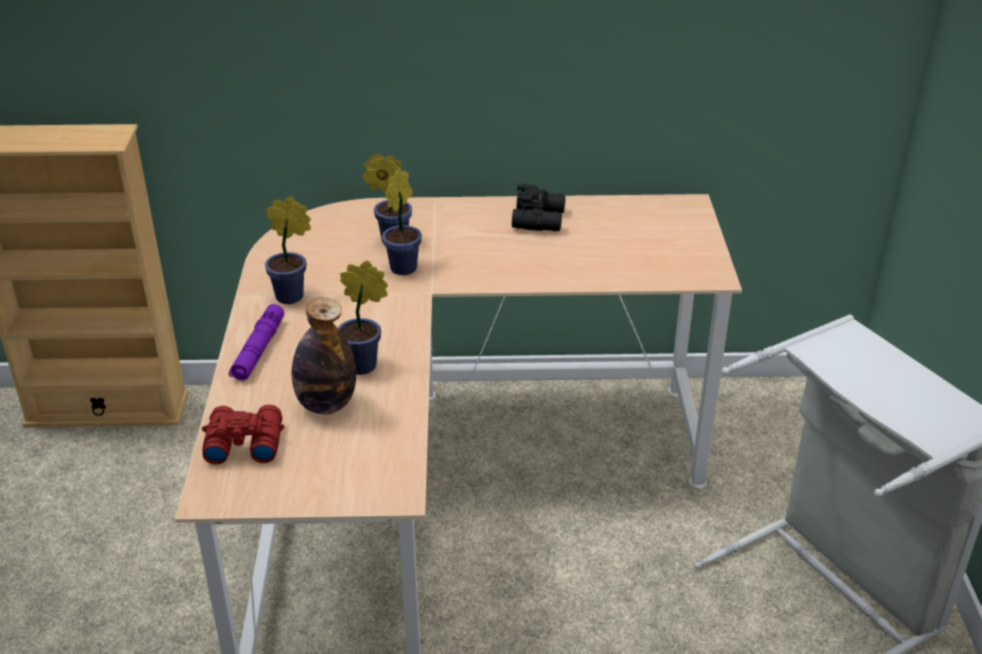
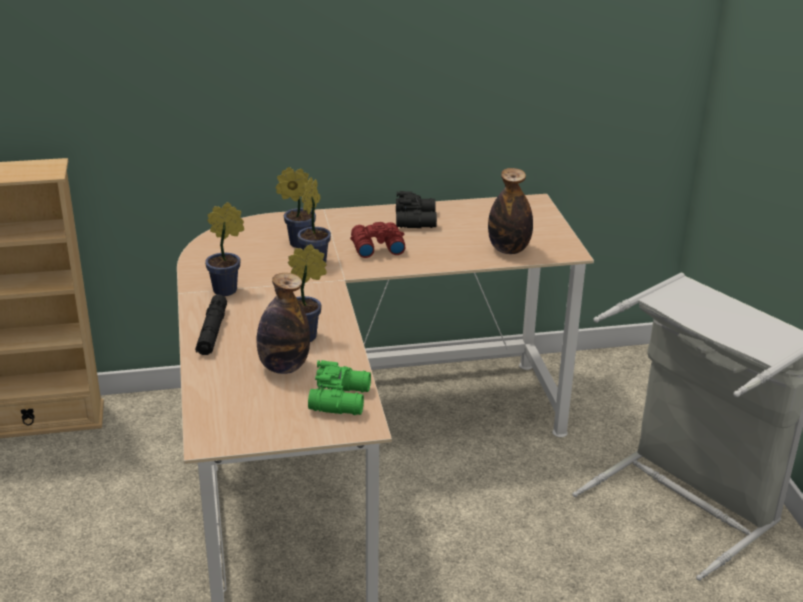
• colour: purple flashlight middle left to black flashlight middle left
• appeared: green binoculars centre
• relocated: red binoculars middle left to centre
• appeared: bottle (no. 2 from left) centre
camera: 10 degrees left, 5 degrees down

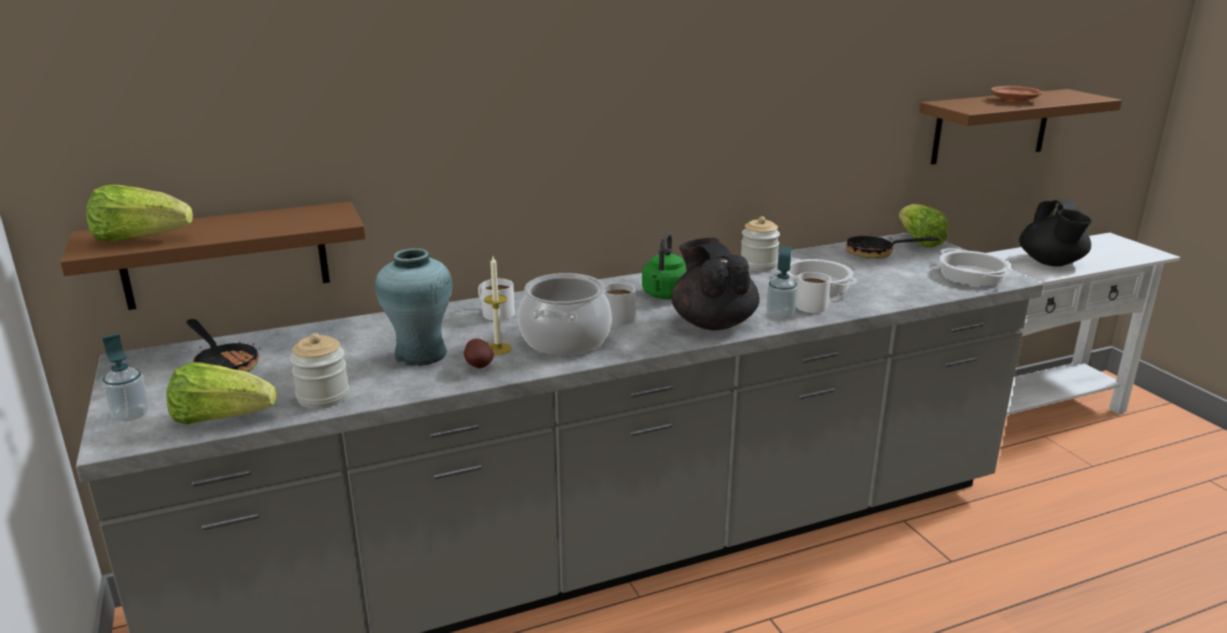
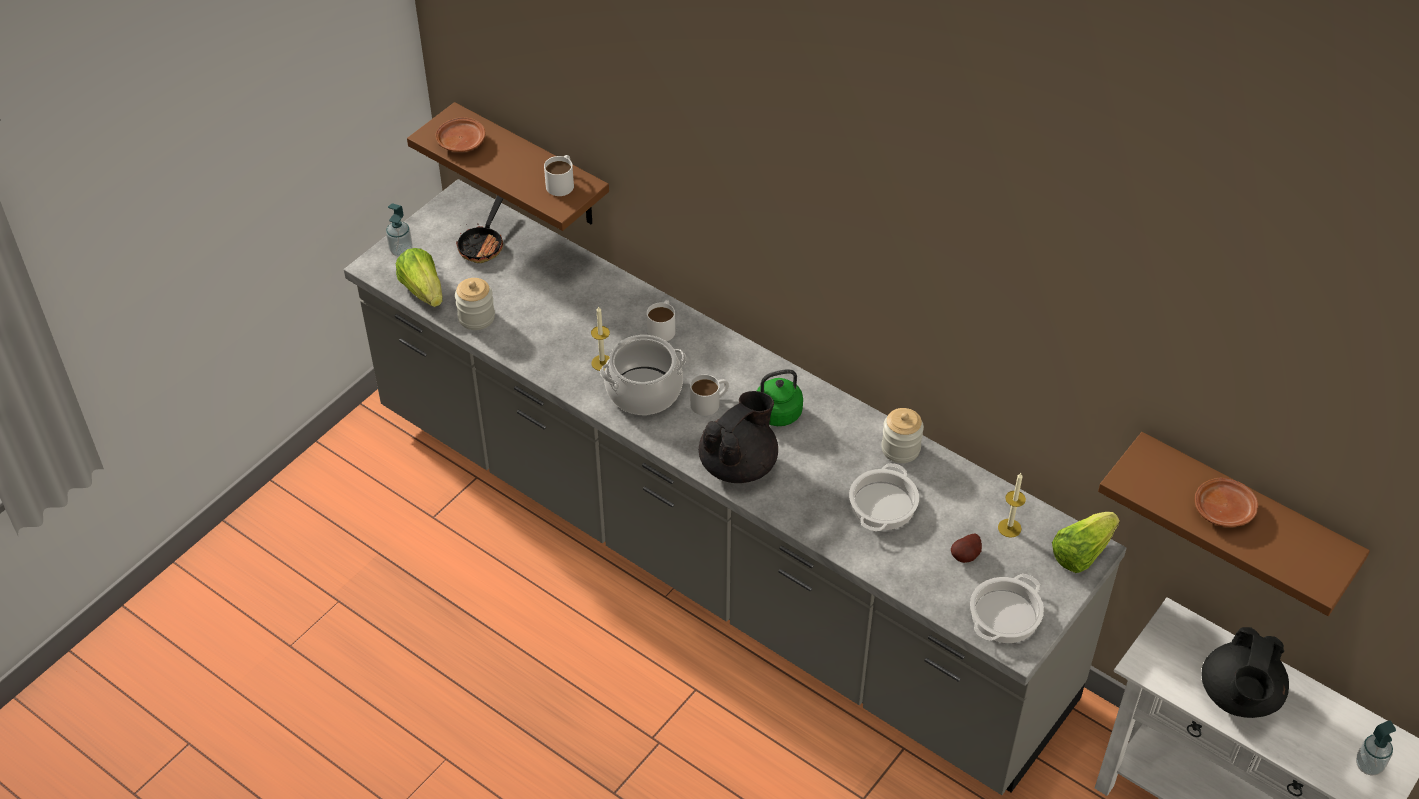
• exchanged: lettuce (no. 1 from left) middle left to brown plate (no. 1 from left) top left
• relocated: white mug (no. 3 from left in the first image) centre to white mug (no. 1 from left) top centre
• relocated: potato centre to bottom right
• exchanged: frying pan (no. 2 from left) middle right to candle (no. 2 from left) middle right
• spun: black teapot (no. 2 from left) middle right = bottom right 45 degrees counterclockwise
• relocated: soap dispenser (no. 2 from left) centre to bottom right
• missing: turquoise vase centre
camera: 60 degrees right, 25 degrees up

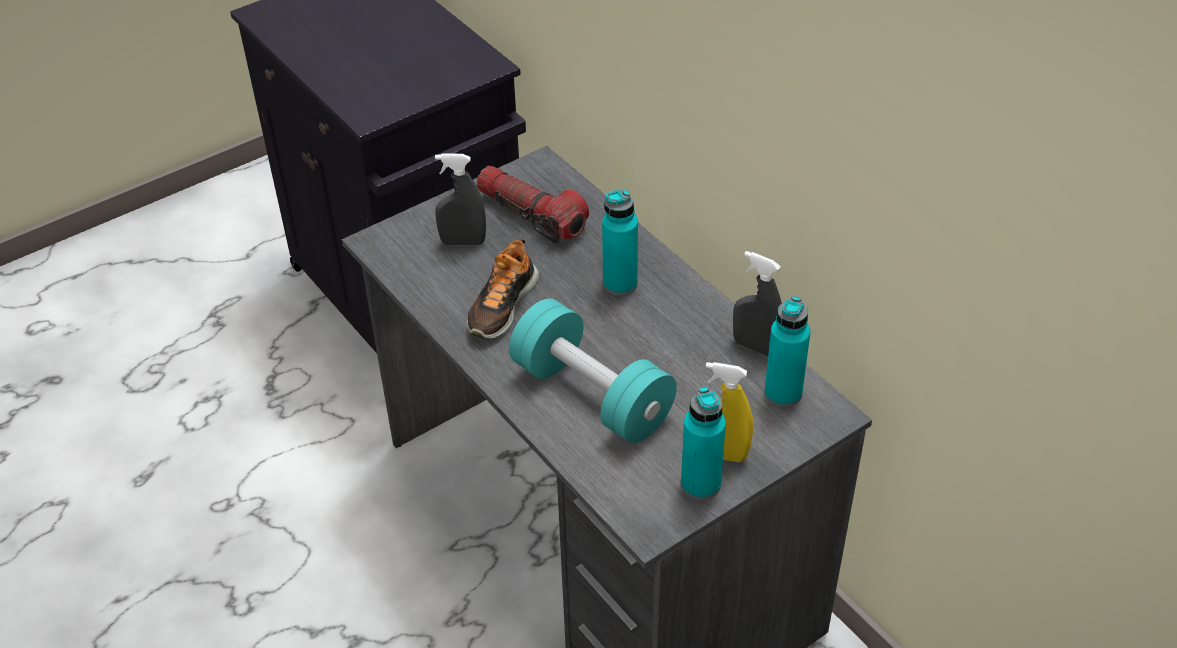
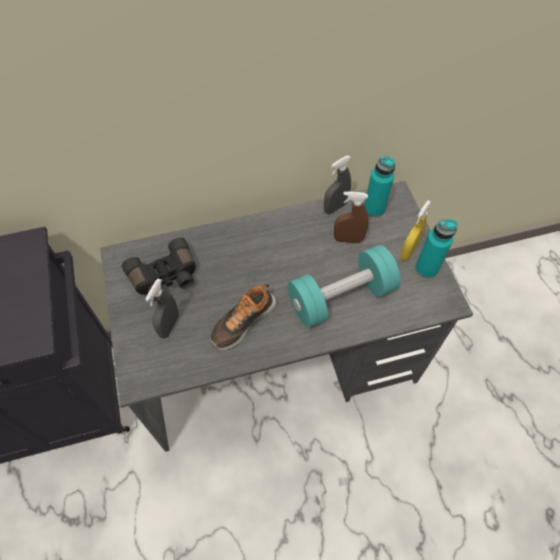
• exchanged: flashlight top centre to black binoculars middle left
• spun: shoe centre = centre 90 degrees clockwise
• appeared: brown spray bottle centre
• missing: turquoise bottle (no. 1 from left) centre
camera: 70 degrees left, 15 degrees up

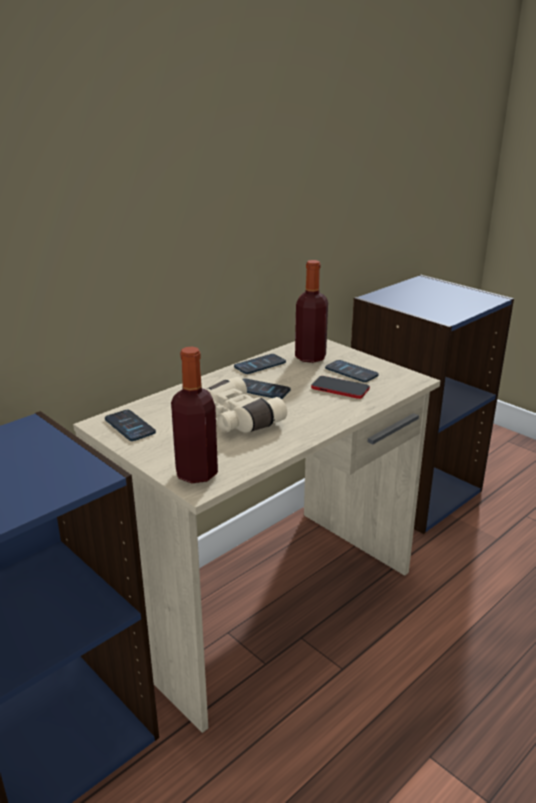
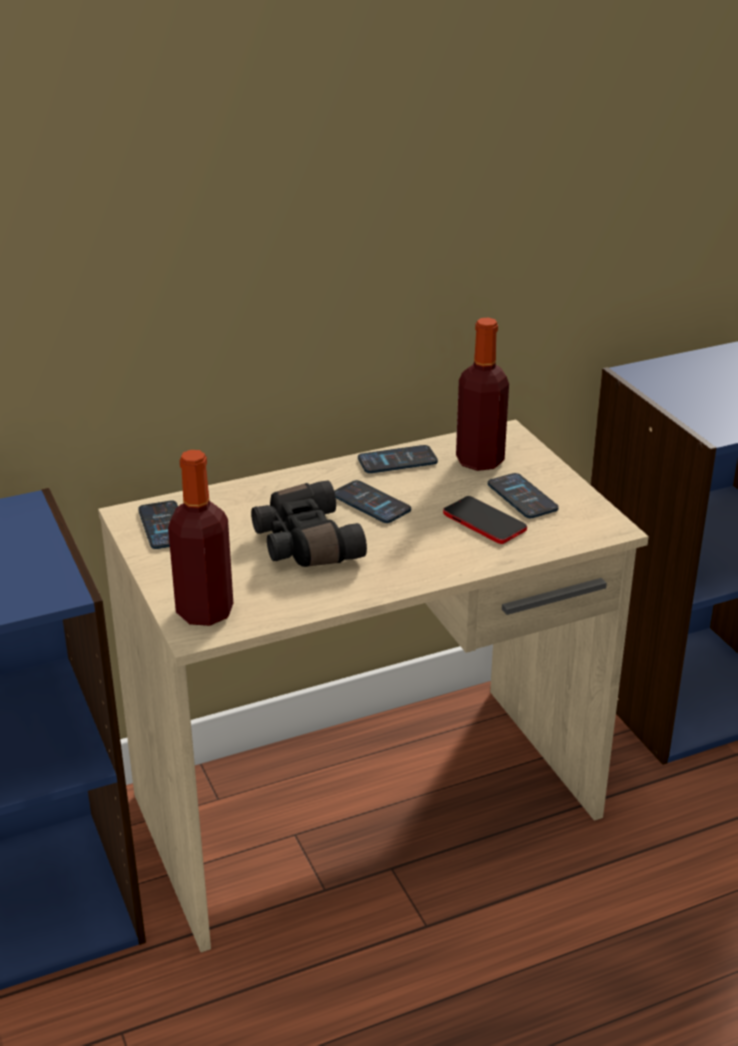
• colour: beige binoculars centre to black binoculars centre
camera: 20 degrees right, 5 degrees up

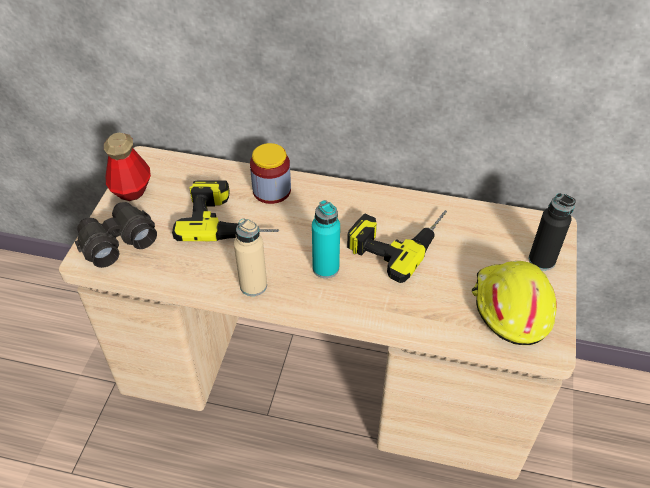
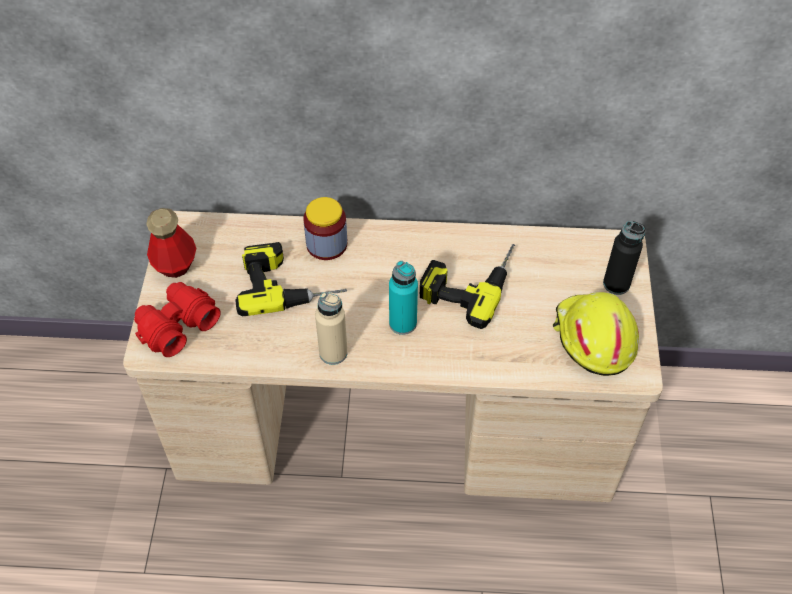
• colour: black binoculars middle left to red binoculars middle left
camera: 10 degrees left, 5 degrees up

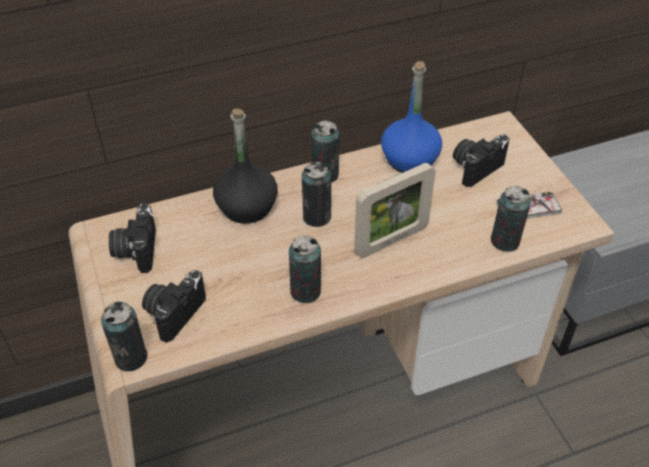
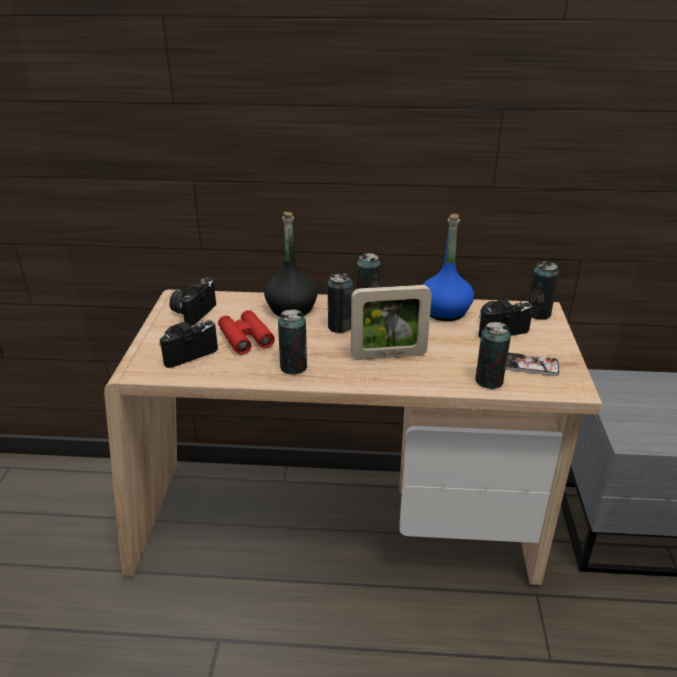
• appeared: red binoculars centre
• relocated: can (no. 1 from left in the first image) bottom left to can (no. 5 from left) middle right
camera: 25 degrees right, 15 degrees down

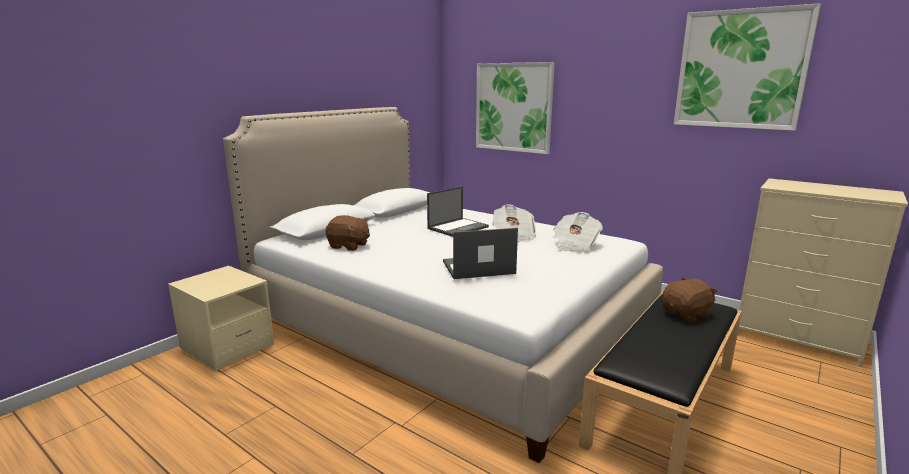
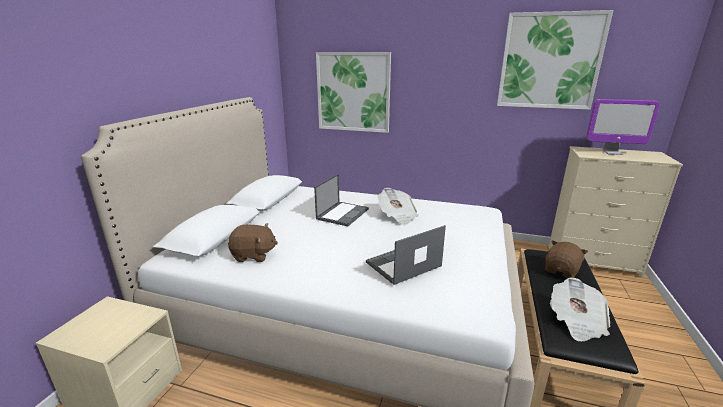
• relocated: newspaper (no. 2 from left) centre to bottom right
• appeared: monitor top right
camera: 20 degrees left, 5 degrees up

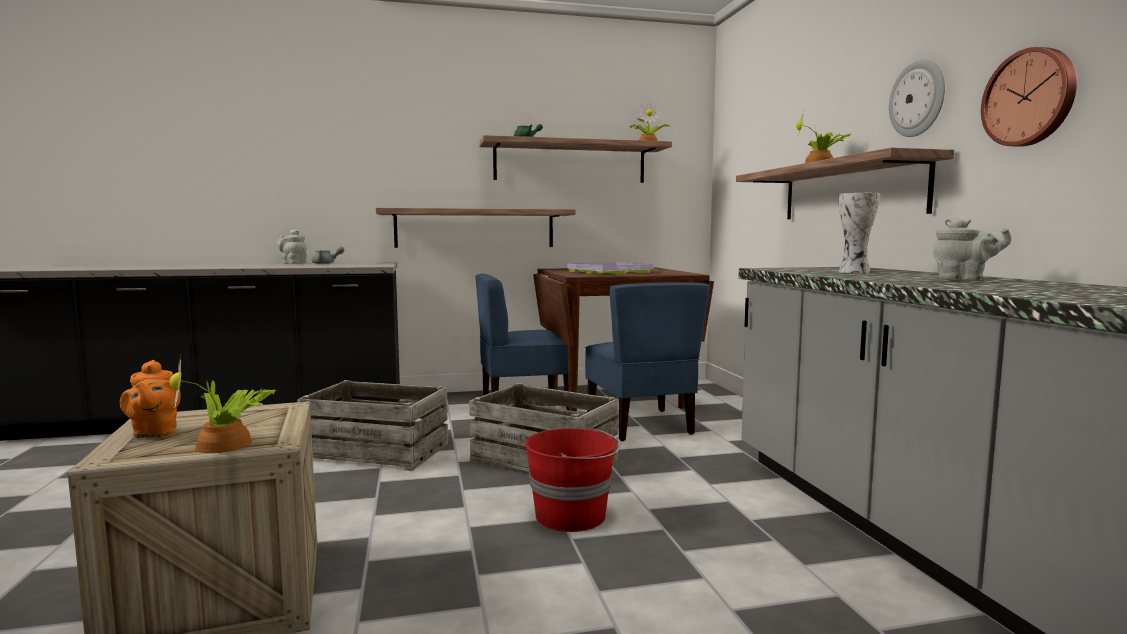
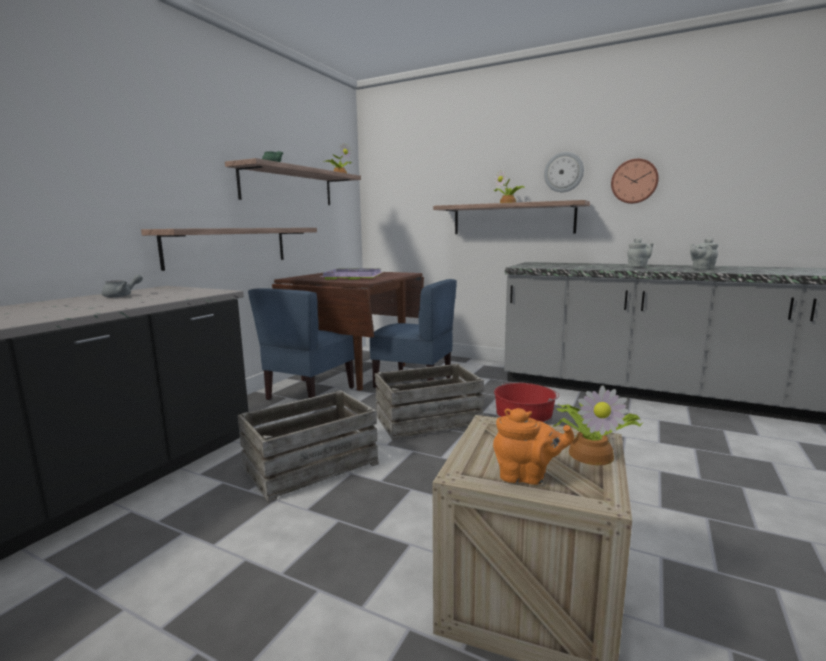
• relocated: grey teapot (no. 1 from left in the first image) middle left to grey teapot (no. 3 from left) middle right
• missing: vase middle right
camera: 50 degrees left, 5 degrees up

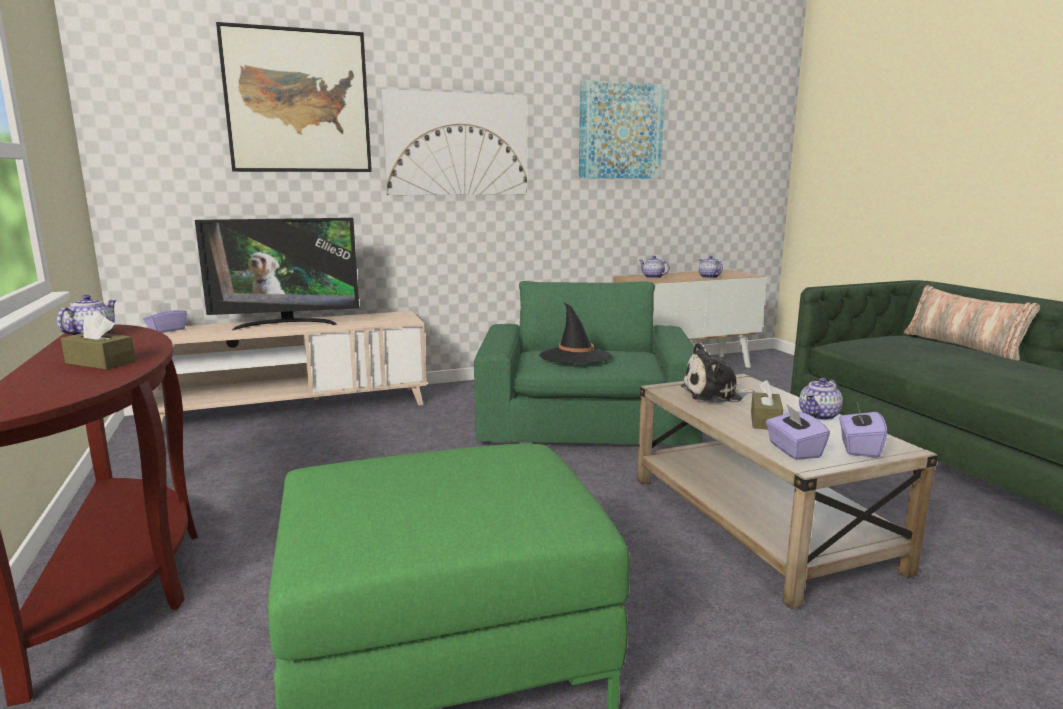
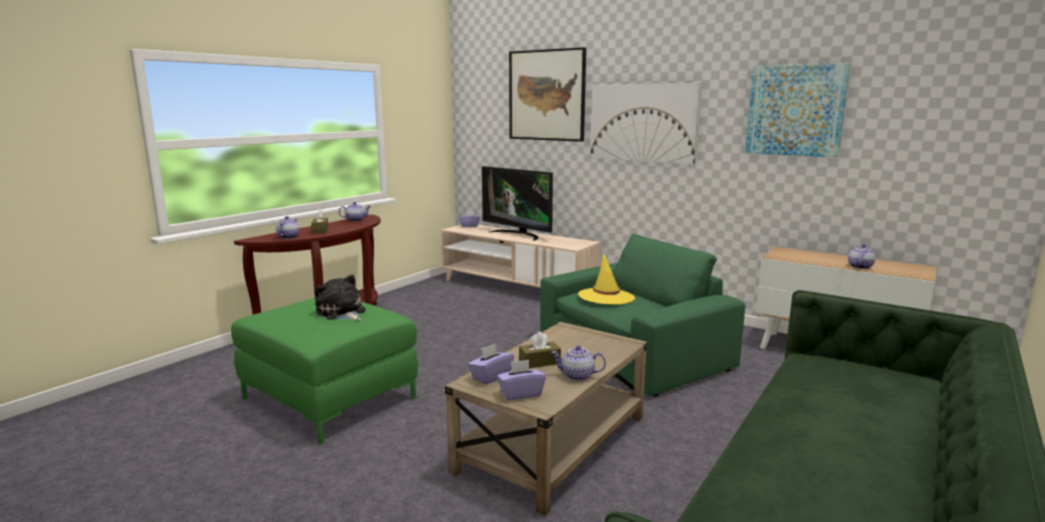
• relocated: teapot (no. 2 from left in the first image) centre to teapot (no. 1 from left) middle left
• relocated: plush toy middle right to middle left
• colour: black hat centre to yellow hat centre
• missing: pillow middle right
camera: 55 degrees right, 0 degrees up

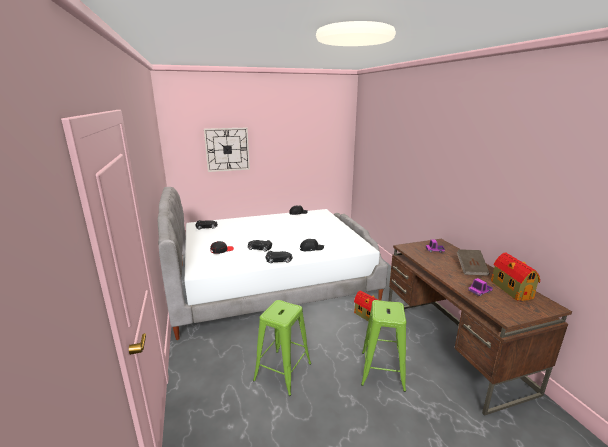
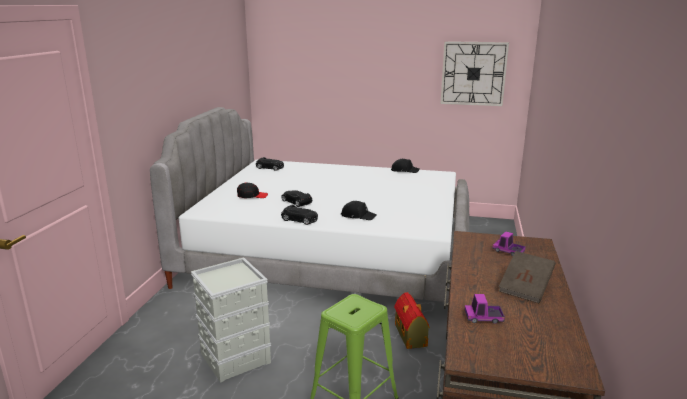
• exchanged: green stool (no. 1 from left) bottom centre to grey storage box bottom centre
• relocated: wall clock centre to top right
• missing: toy house (no. 2 from left) middle right
camera: 30 degrees right, 0 degrees up

